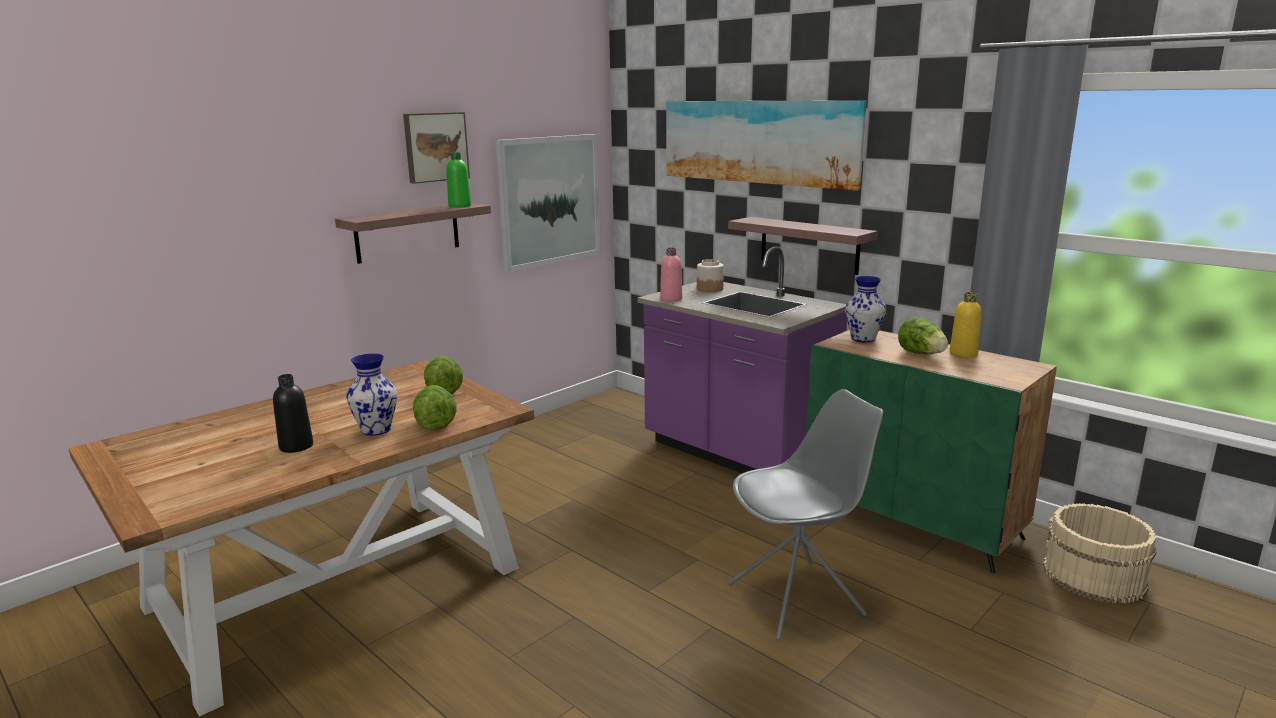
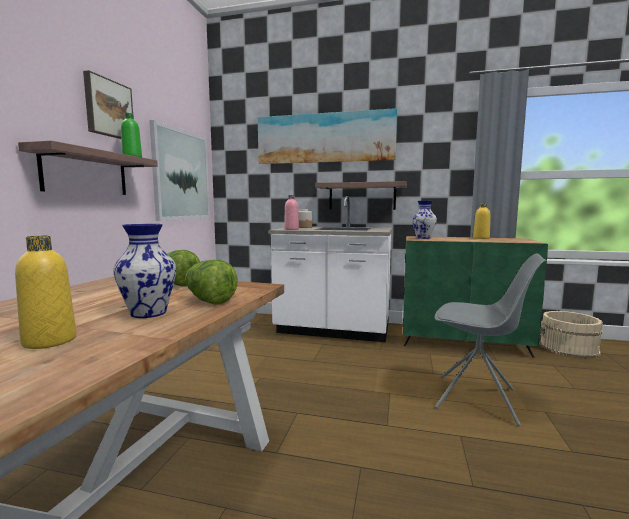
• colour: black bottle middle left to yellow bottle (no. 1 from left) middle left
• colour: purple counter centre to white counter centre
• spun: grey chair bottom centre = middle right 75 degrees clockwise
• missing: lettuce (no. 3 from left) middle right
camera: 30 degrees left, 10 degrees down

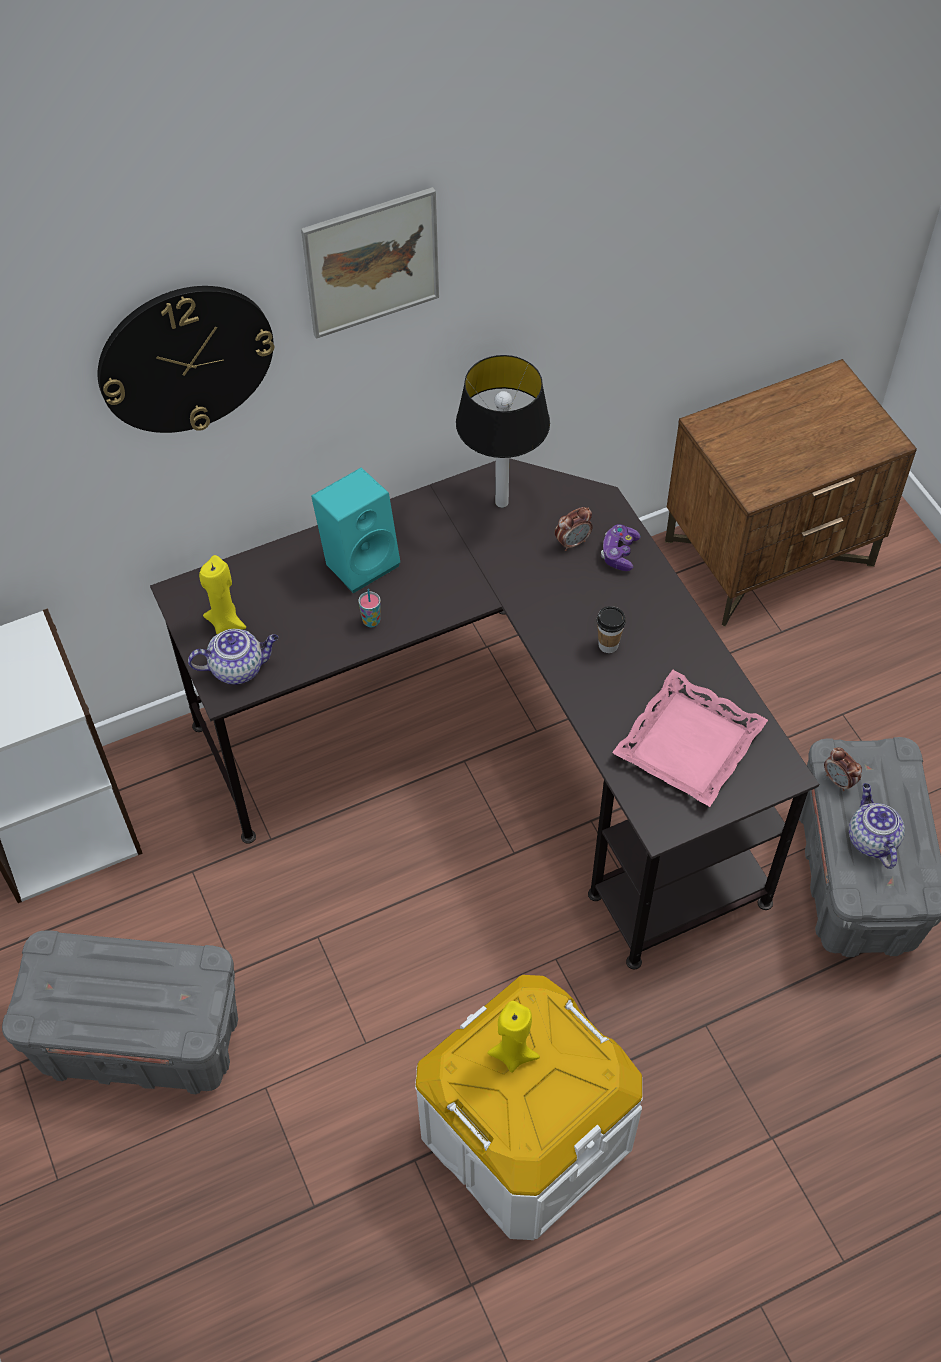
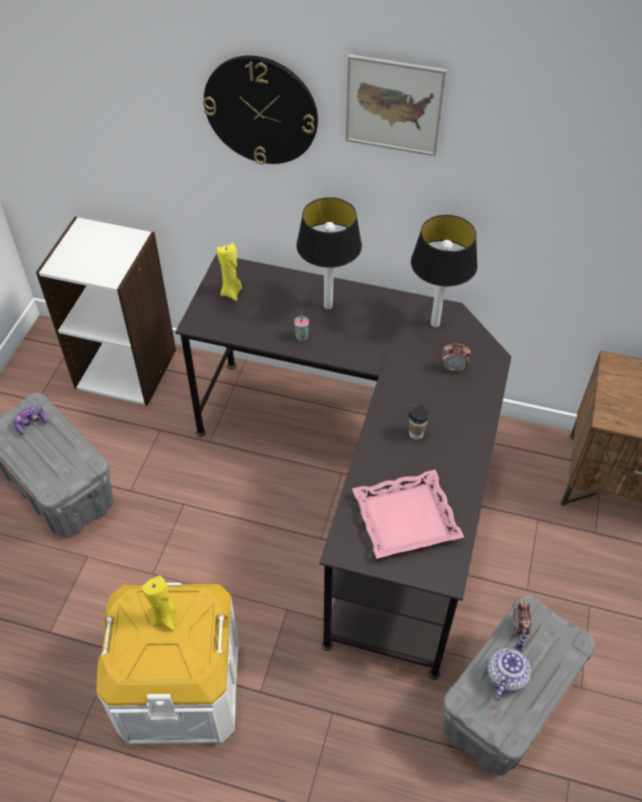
• relocated: game controller centre to middle left
• exchanged: turquoise speaker centre to table lamp (no. 1 from left) top centre
• missing: teapot (no. 1 from left) middle left
camera: 40 degrees right, 5 degrees down

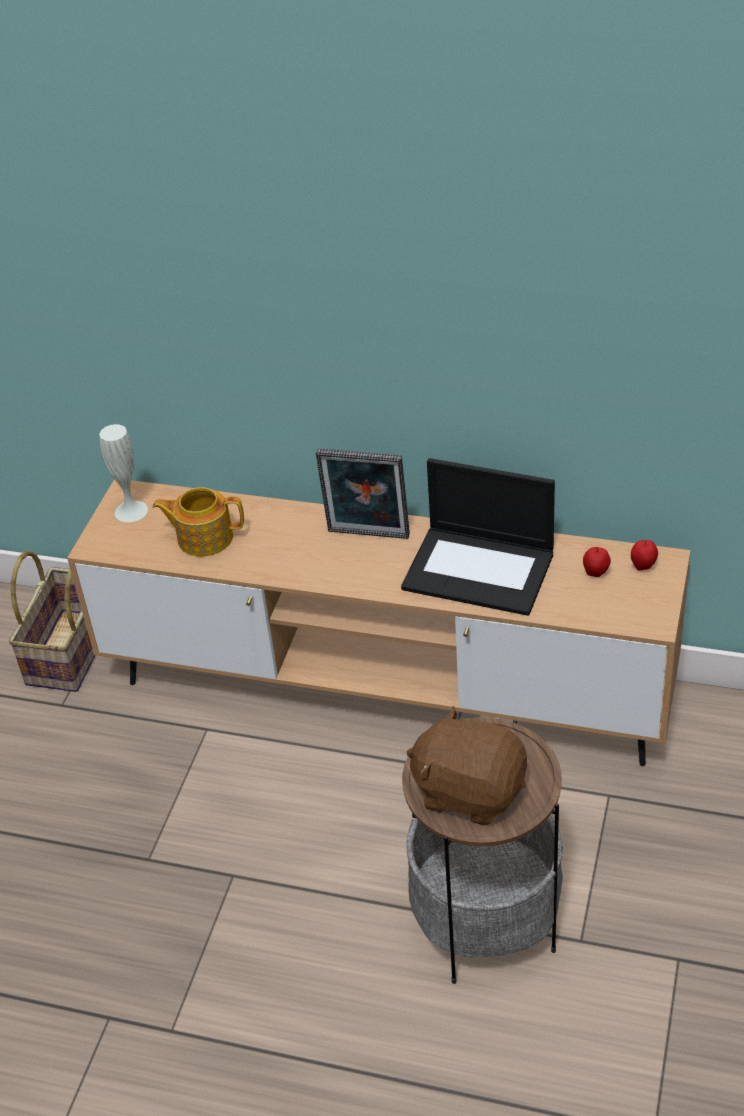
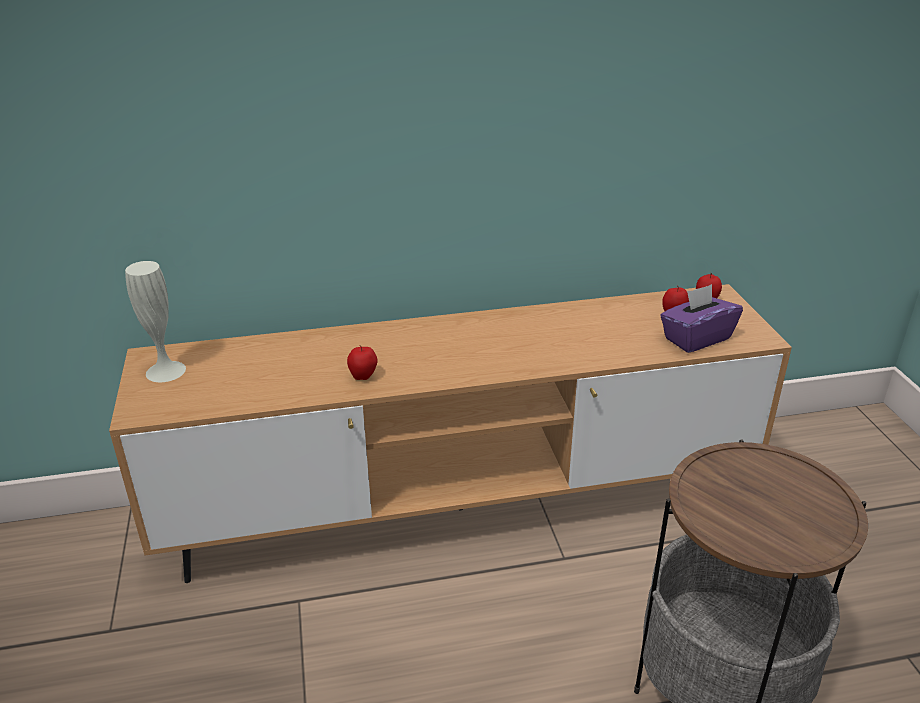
• appeared: apple (no. 1 from left) centre
• appeared: purple tissue box middle right
• missing: basket middle left
• missing: teapot middle left
• missing: picture frame centre
• missing: laptop centre
• missing: brown plush toy bottom centre
camera: 30 degrees left, 10 degrees down

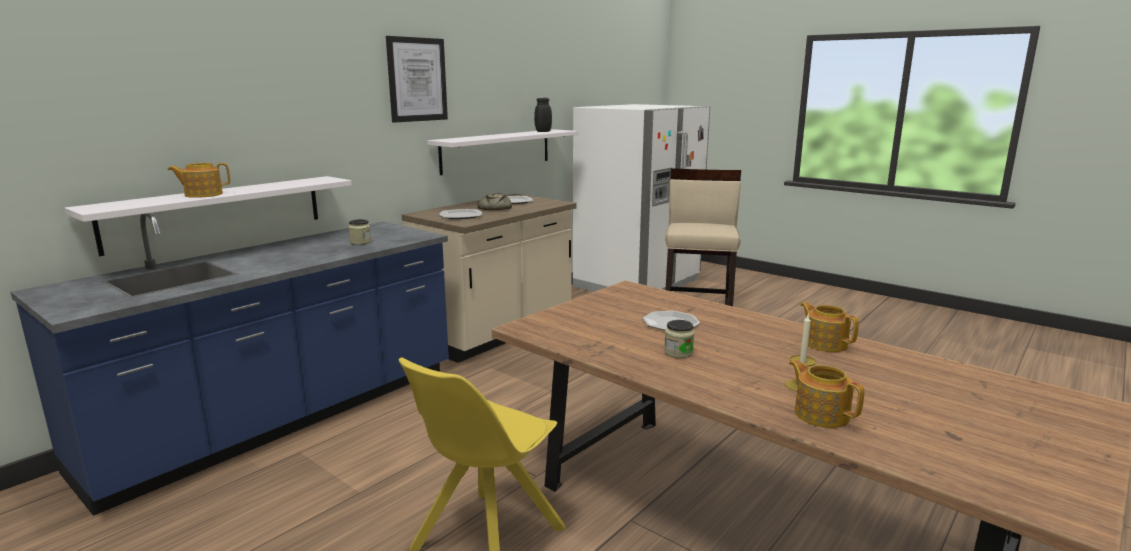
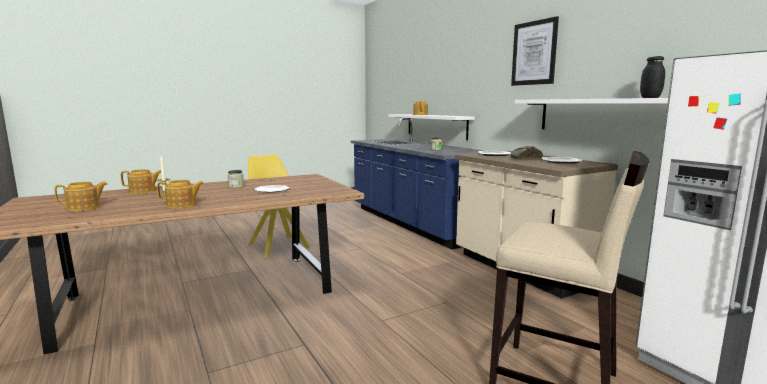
• appeared: teapot (no. 1 from left) middle left
camera: 110 degrees right, 5 degrees down

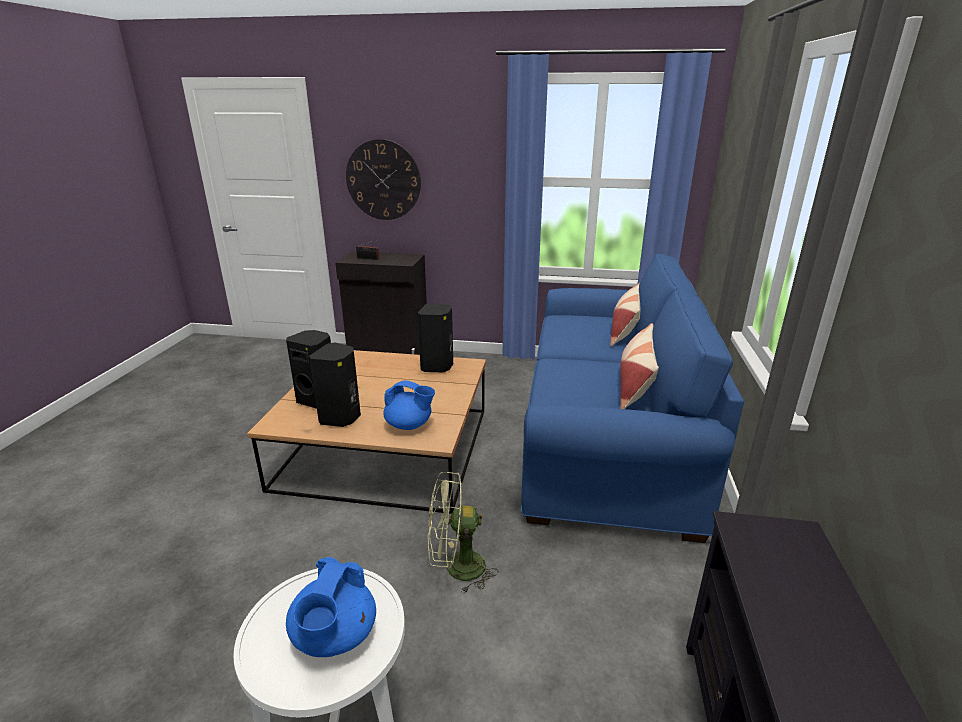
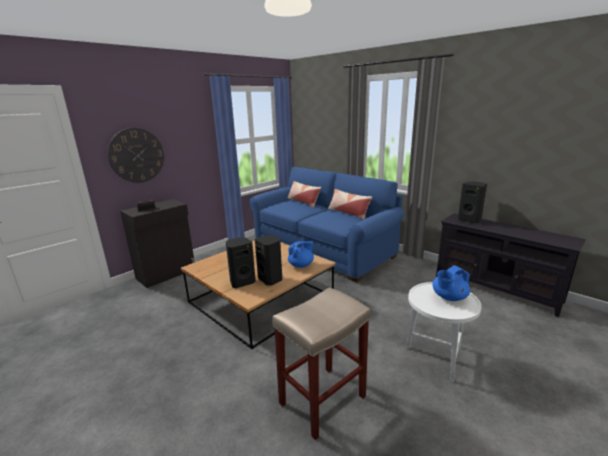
• appeared: beige stool bottom centre
• spun: blue teapot (no. 1 from left in the first image) bottom centre = middle right 105 degrees clockwise
• relocated: black speaker (no. 3 from left) centre to middle right
• missing: green fan bottom centre
camera: 55 degrees left, 5 degrees down

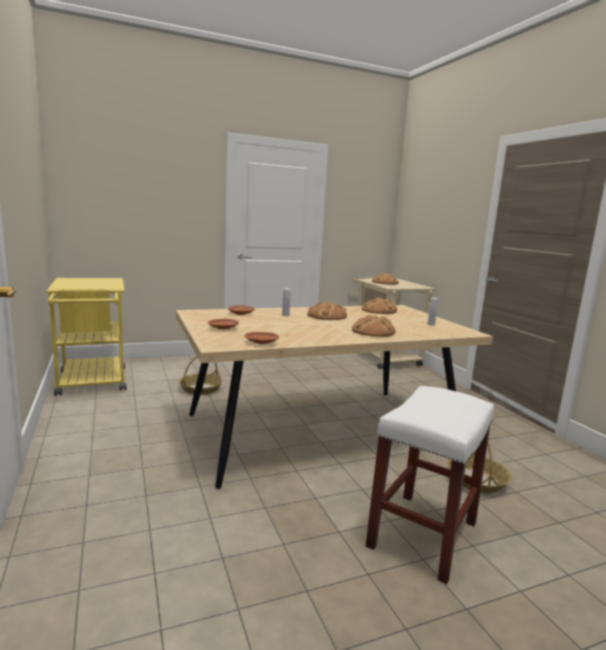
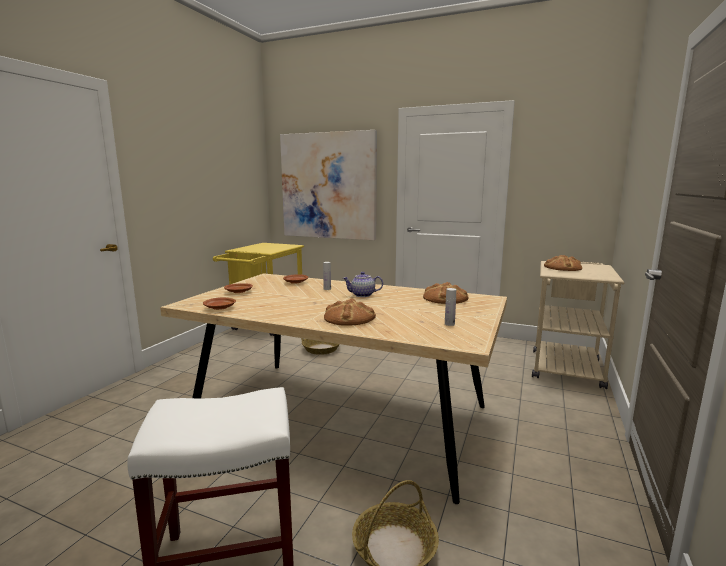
• appeared: picture top centre
• exchanged: bread (no. 1 from left) centre to teapot centre
camera: 45 degrees right, 0 degrees up

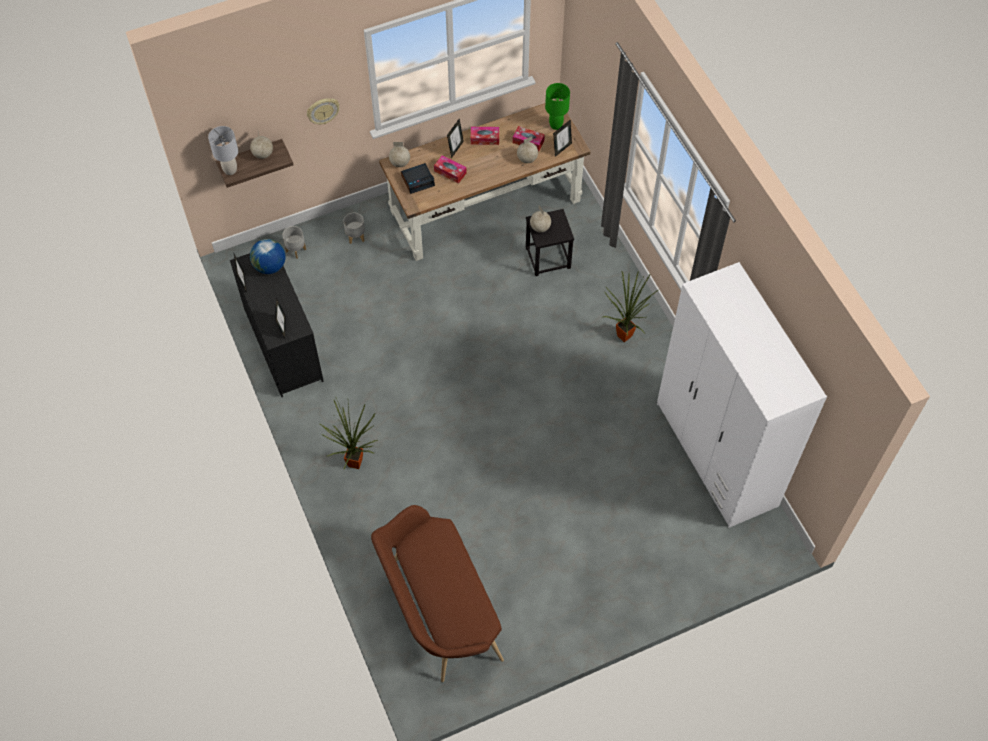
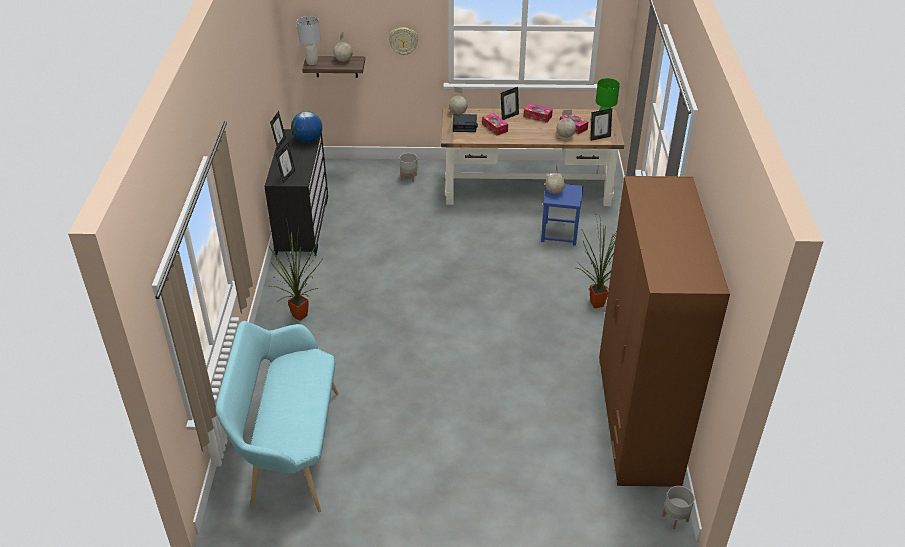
• colour: brown bench bottom centre to turquoise bench bottom left
• colour: black stool top centre to blue stool centre
• colour: white wardrobe middle right to brown wardrobe middle right
• relocated: grey planter (no. 1 from left in the first image) top left to grey planter (no. 2 from left) bottom right
camera: 25 degrees right, 20 degrees down

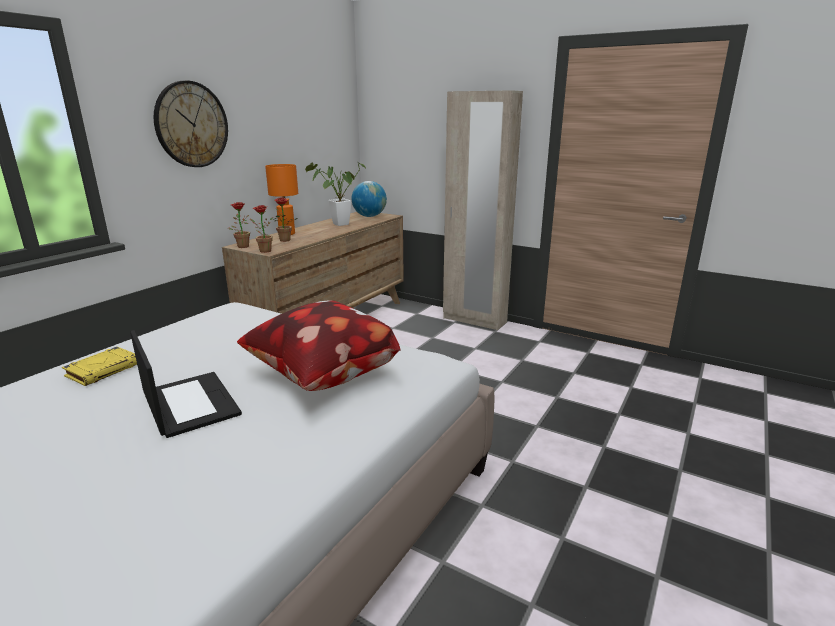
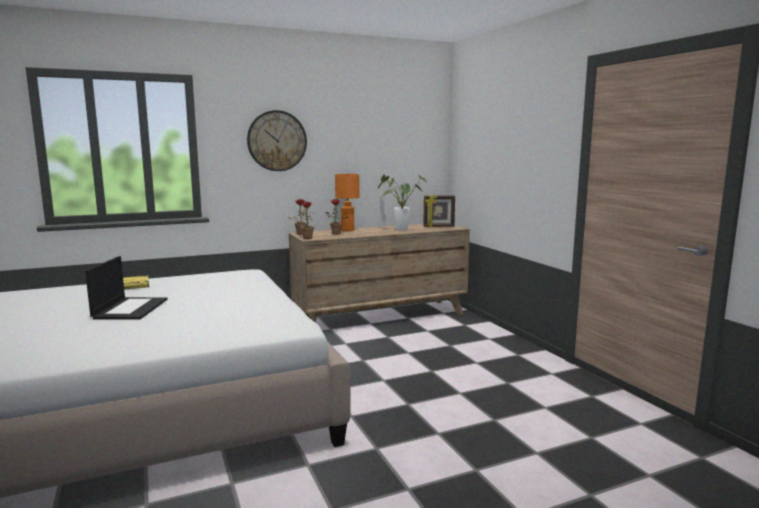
• exchanged: globe top centre to picture frame centre
• missing: pillow centre
• missing: beige wardrobe centre
camera: 35 degrees right, 10 degrees down

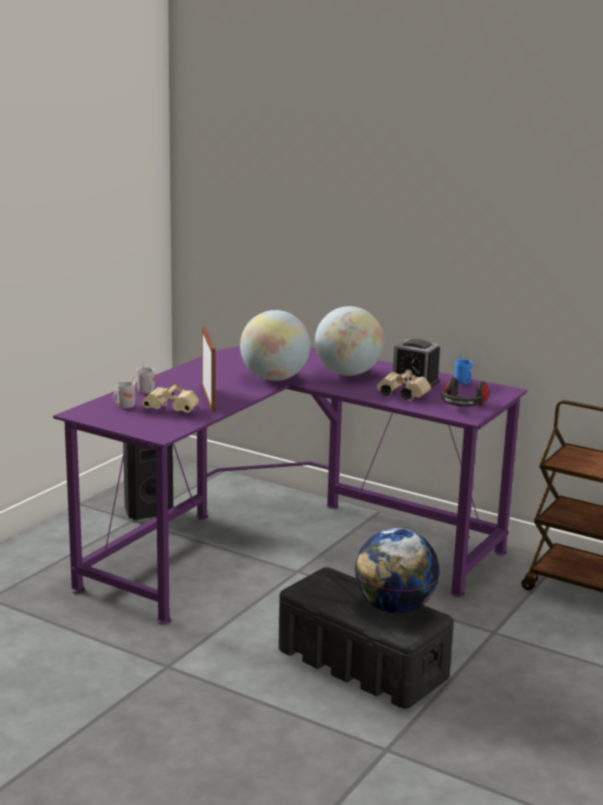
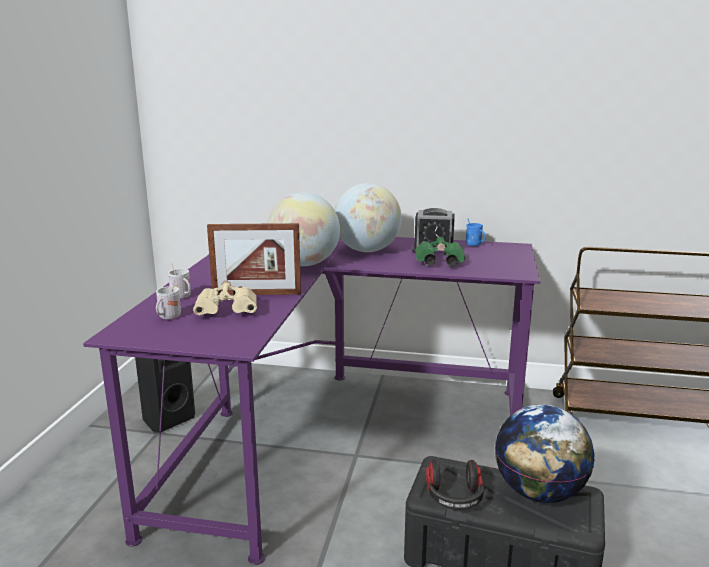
• spun: picture frame centre = centre 120 degrees clockwise
• colour: beige binoculars (no. 2 from left) middle right to green binoculars centre
• relocated: headphones middle right to bottom centre
camera: 20 degrees left, 0 degrees up

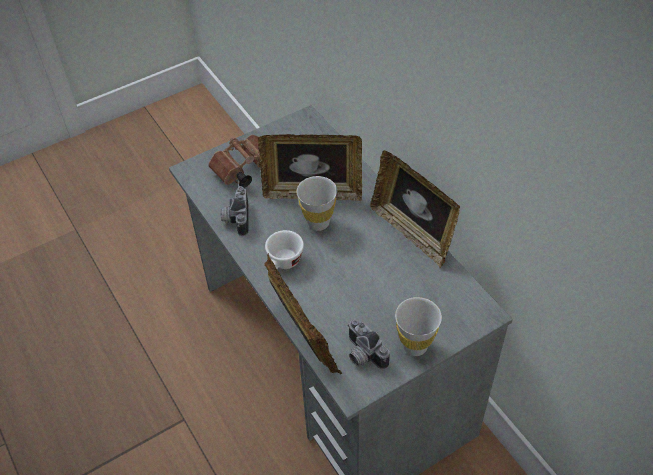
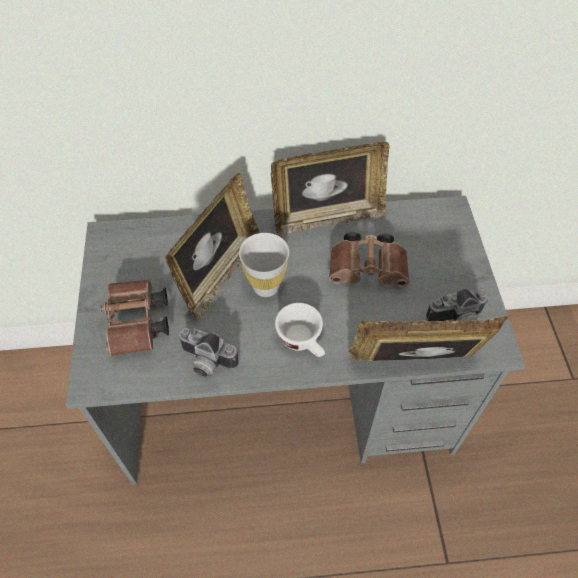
• appeared: brown binoculars (no. 2 from left) centre
• missing: white cup (no. 3 from left) bottom centre
camera: 65 degrees left, 5 degrees up

